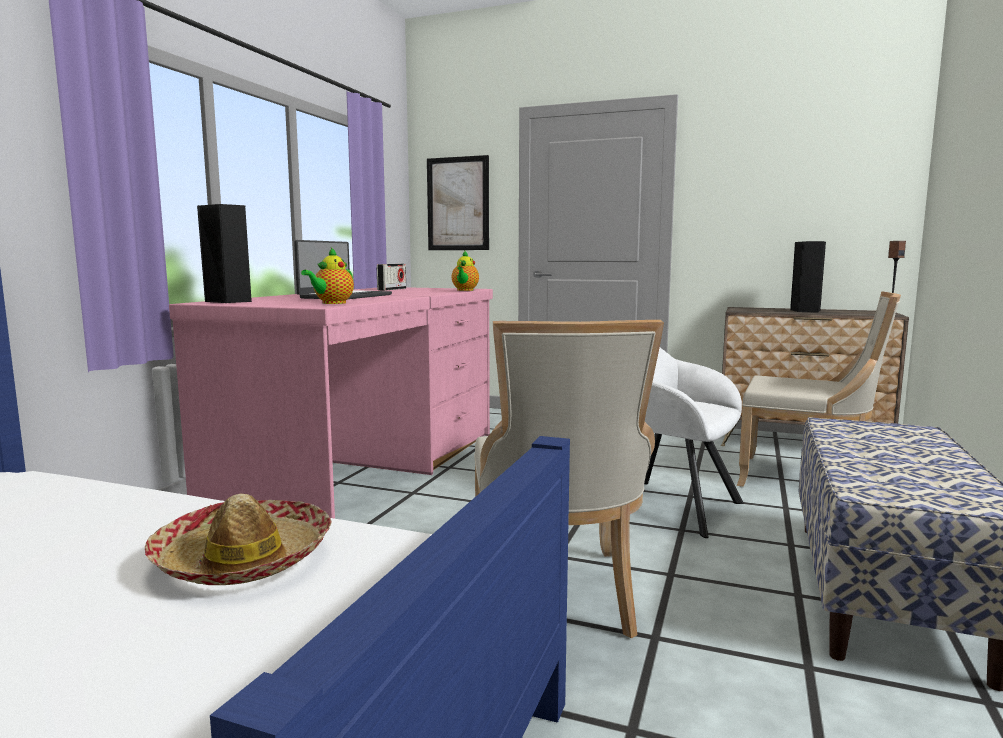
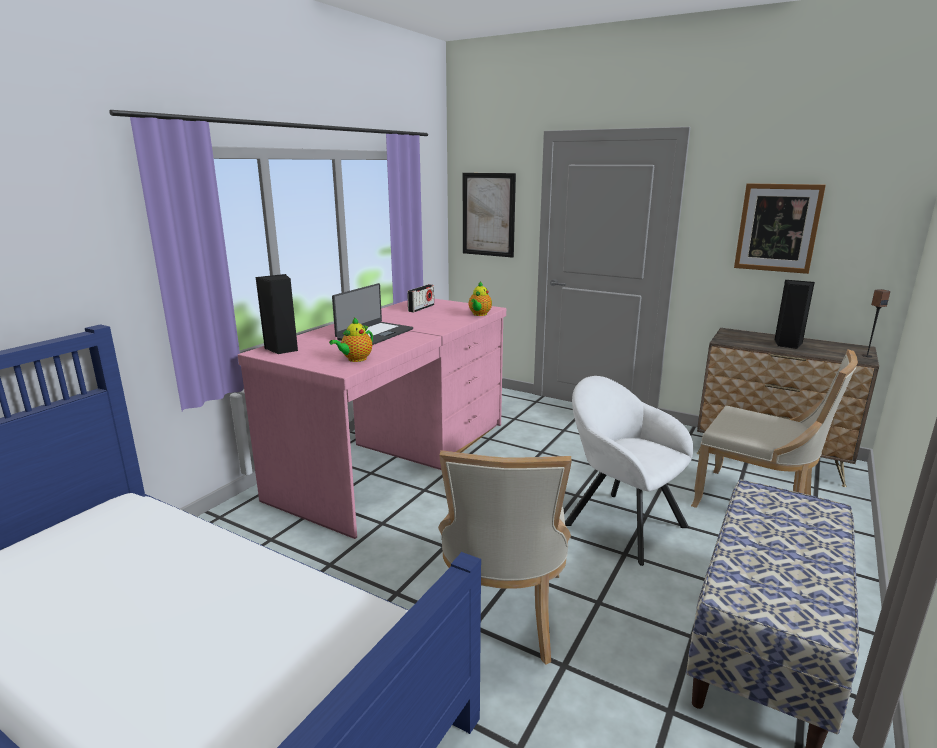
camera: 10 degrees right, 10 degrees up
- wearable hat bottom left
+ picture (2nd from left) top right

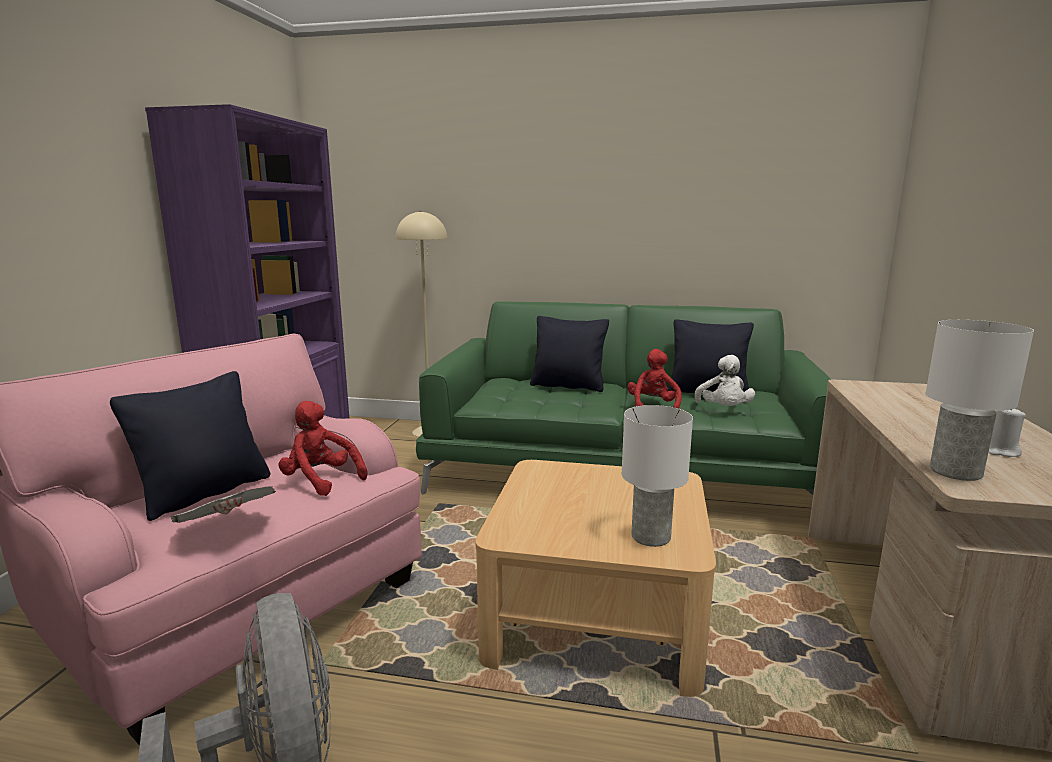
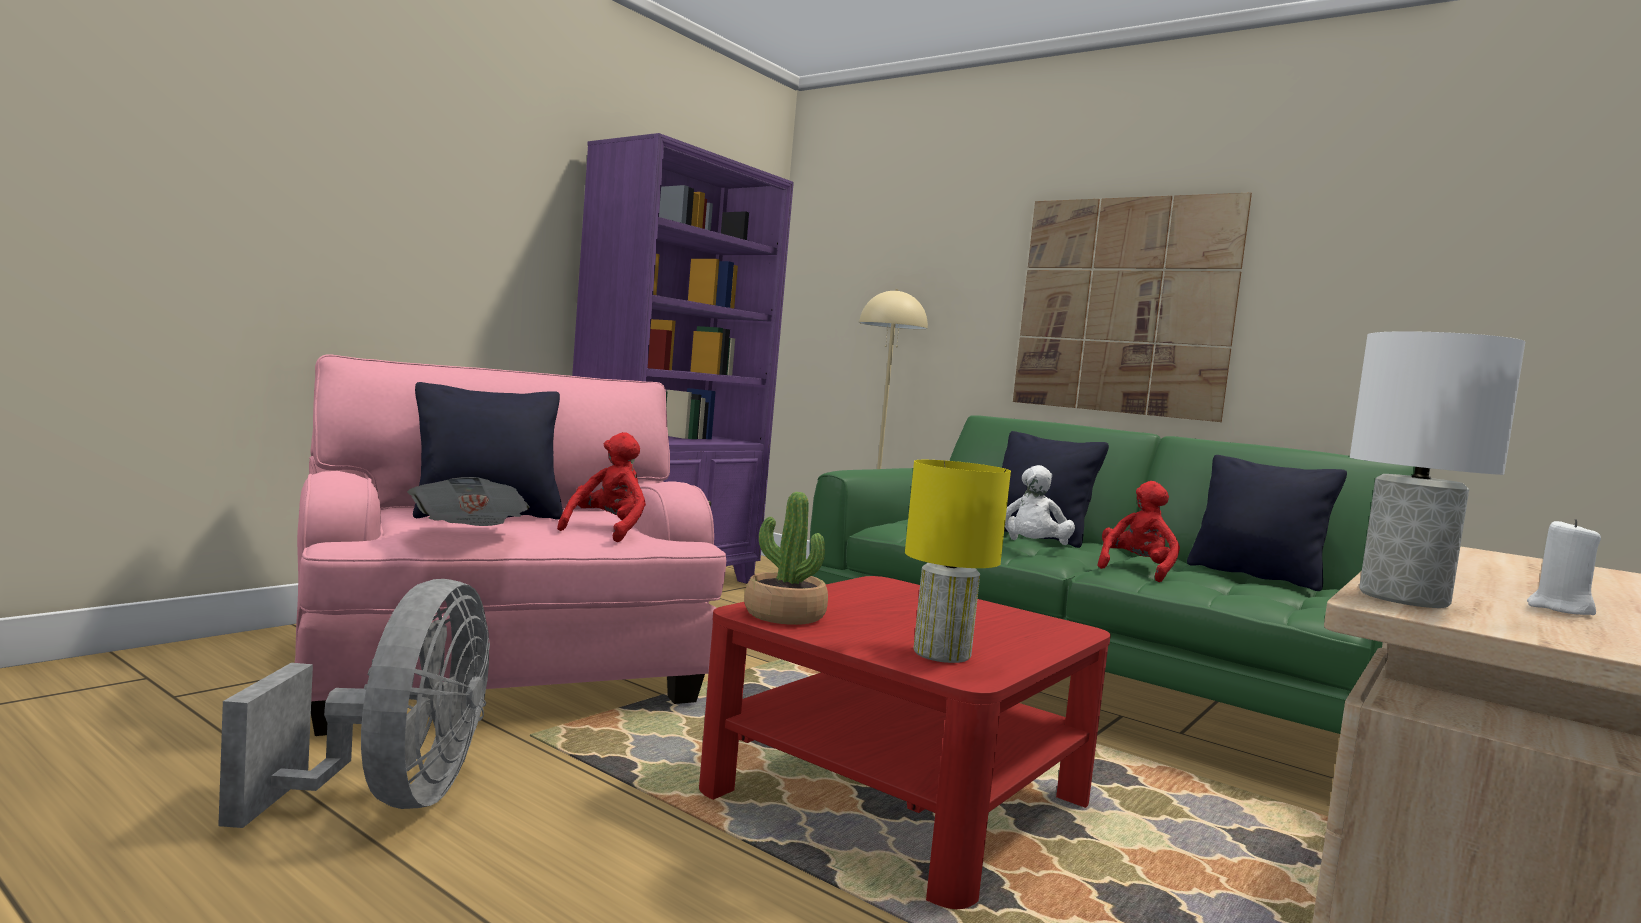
camera: 25 degrees right, 10 degrees down
~ plush toy/white middle right to centre
~ plush toy/reddish (1st from left) middle left = centre 45 degrees clockwise
~ table lamp/white (1st from left) centre to table lamp/yellow-coloured centre
~ low table/sand-coloured bottom centre to low table/reddish bottom centre
+ picture top right
+ plant in a pot centre

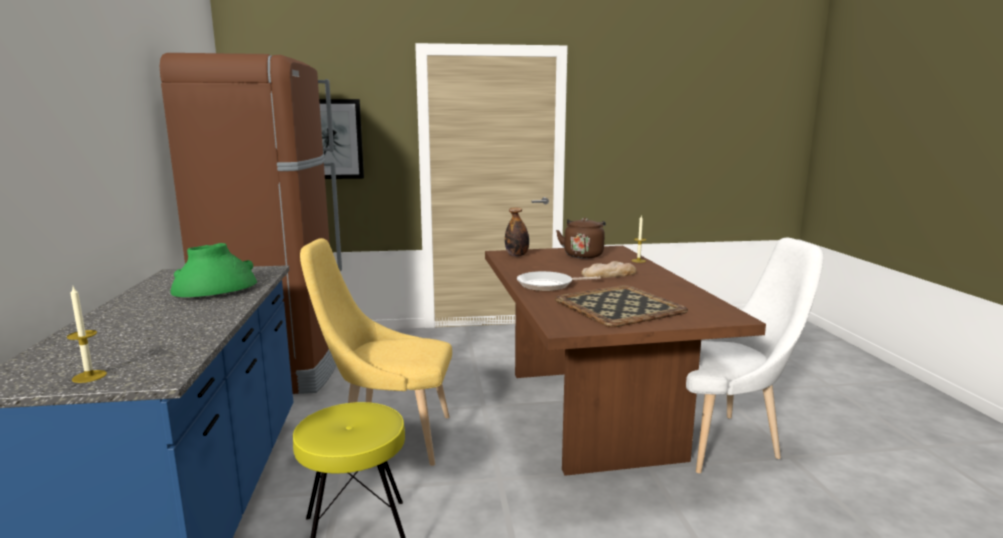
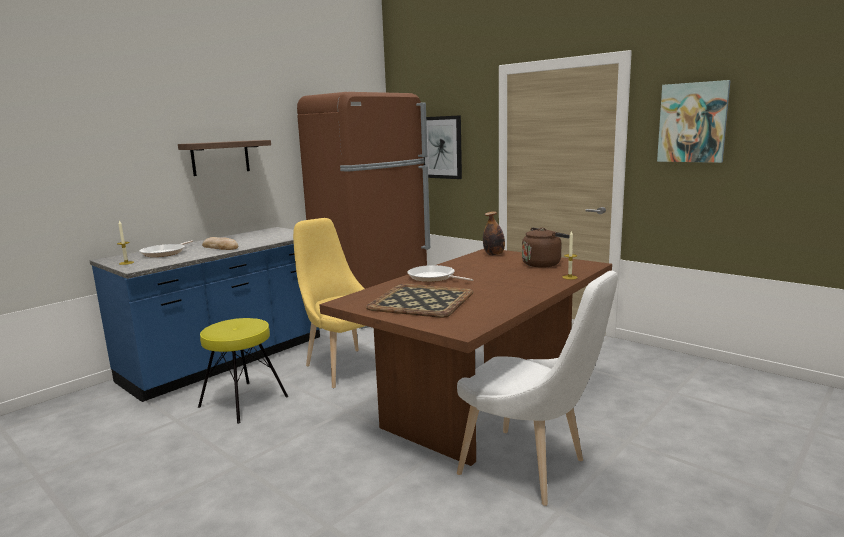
camera: 50 degrees right, 0 degrees up
- flower vase/green-coloured middle left
~ bread centre to middle left
+ picture (2nd from left) top right
+ wall shelf top left
+ frying pan (1st from left) middle left

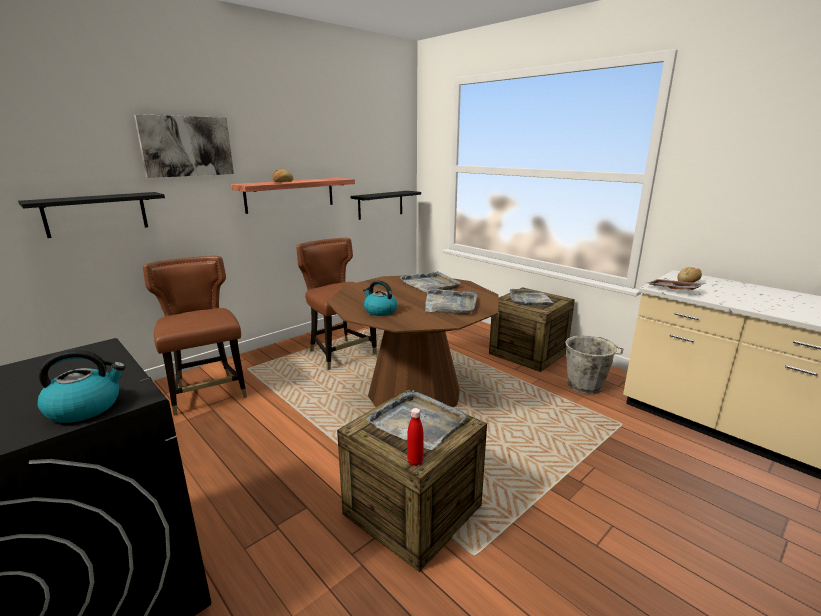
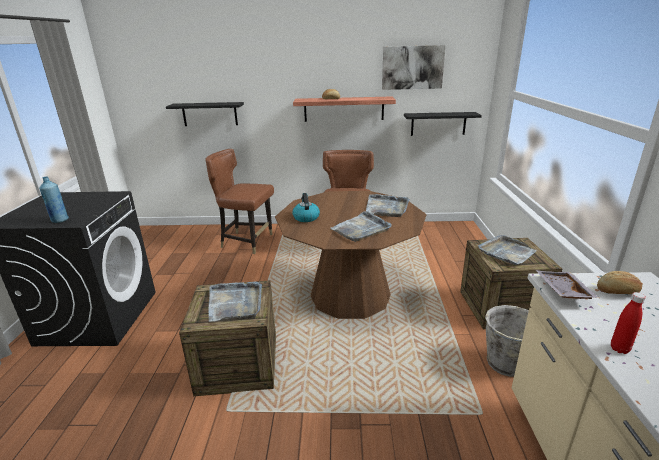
camera: 45 degrees right, 5 degrees up
~ picture top left to top centre
~ upright chair/brown (1st from left) middle left = centre 90 degrees counterclockwise
~ water kettle (1st from left) middle left to beverage bottle/blue middle left
~ beverage bottle/reddish bottom centre to bottom right

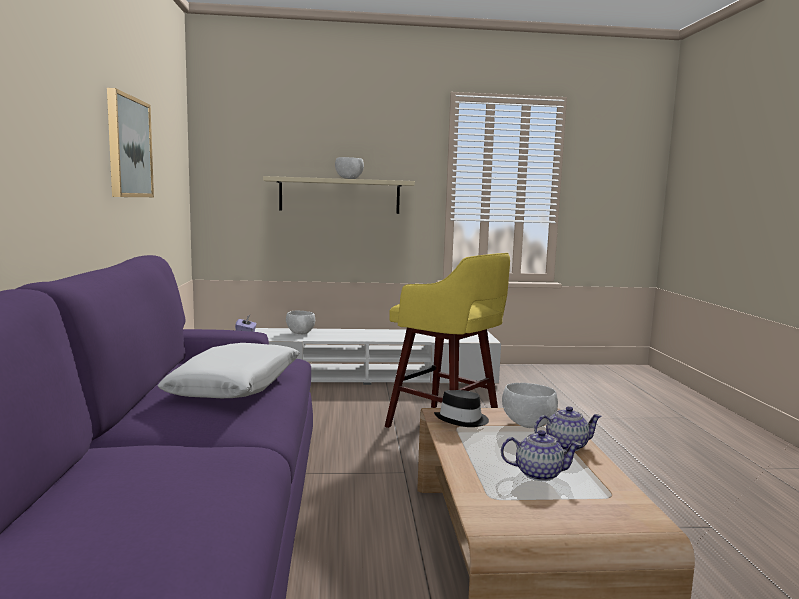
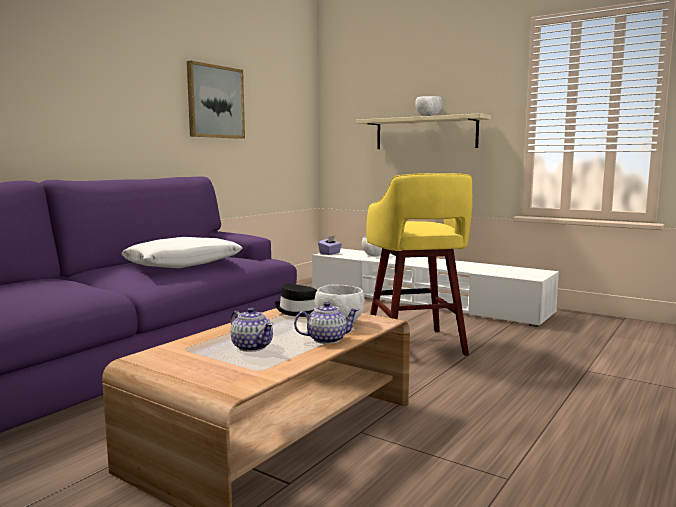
camera: 40 degrees right, 0 degrees up
~ pot for tea (2nd from left) bottom right = centre 45 degrees counterclockwise

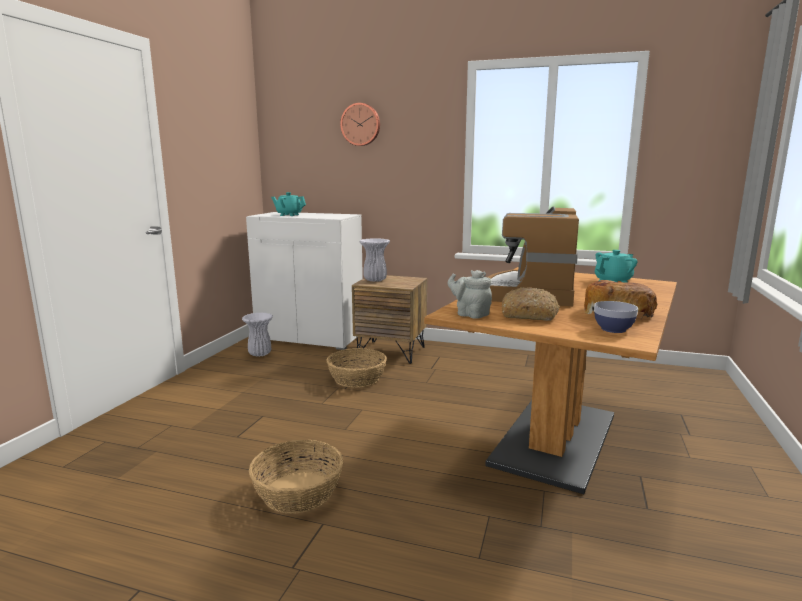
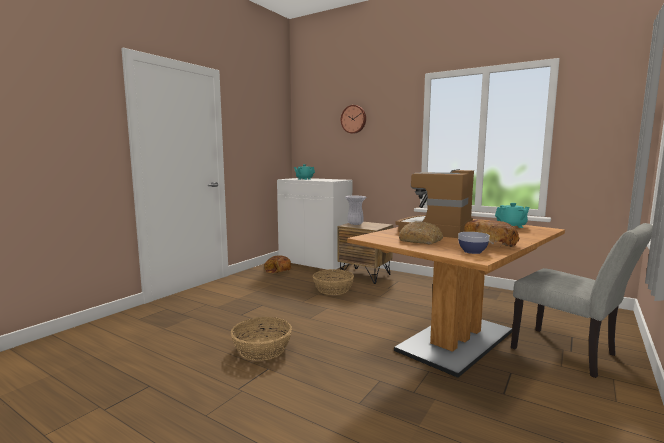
camera: 15 degrees right, 5 degrees down
- pot for tea/greyish centre
~ flower vase/white (1st from left) middle left to bread (1st from left) centre
+ upright chair/greyish bottom right

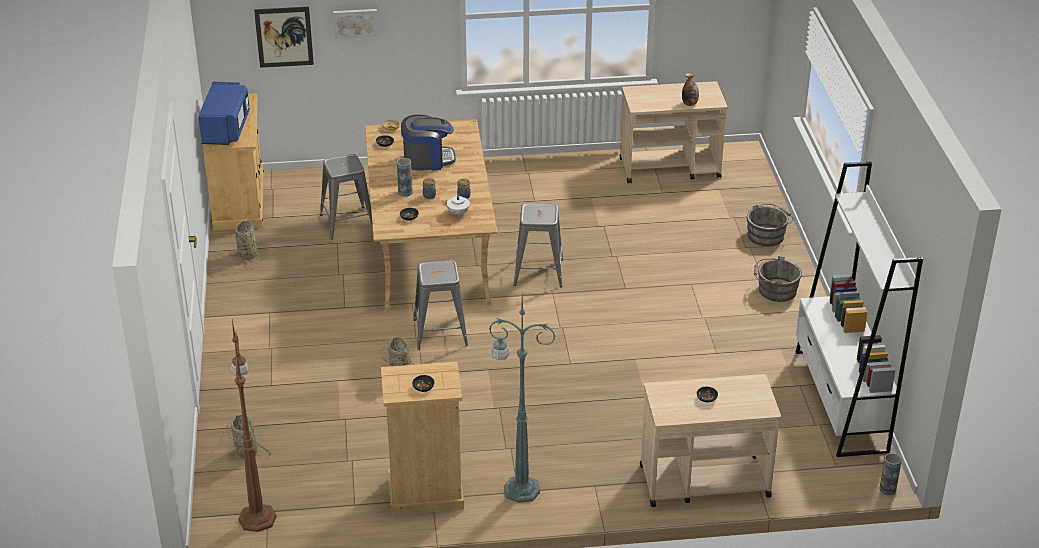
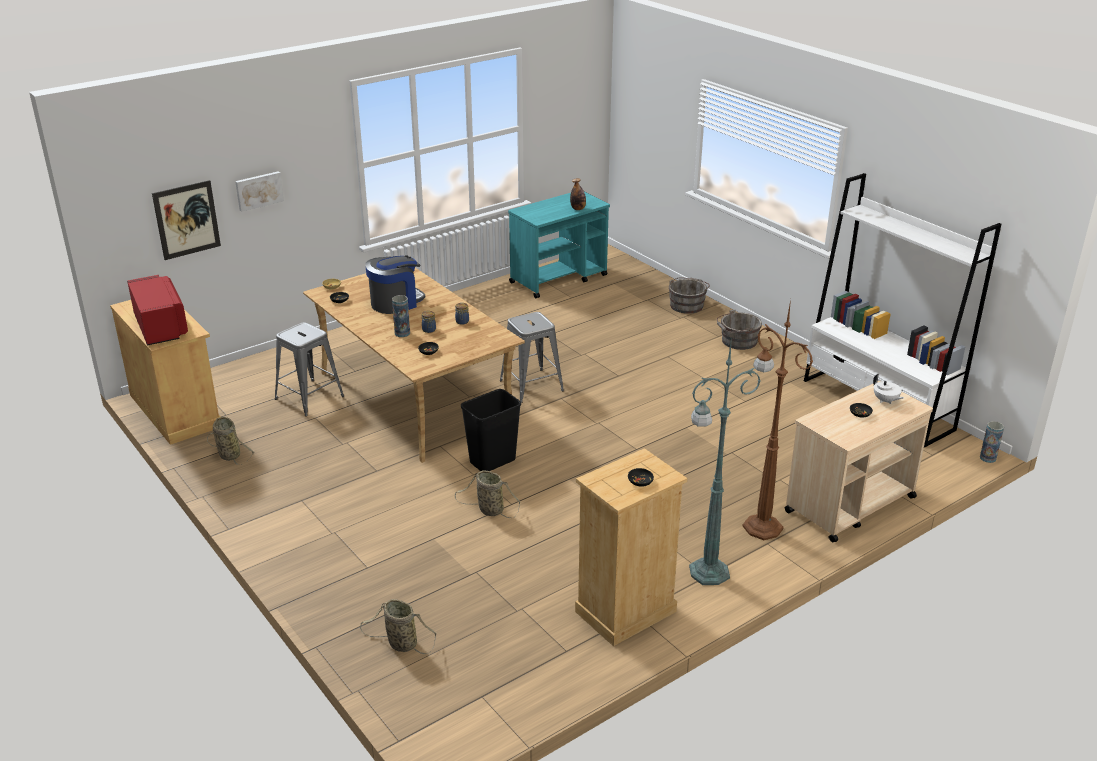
camera: 30 degrees left, 5 degrees down
~ trolley/sand-coloured (1st from left) top centre to trolley/blue-green top centre
~ microwave oven/blue top left to microwave oven/reddish middle left
~ pot for tea/white centre to middle right
~ sitting stool/greyish (2nd from left) centre to trash can/blackish centre
~ floor lamp/brown bottom left to middle right

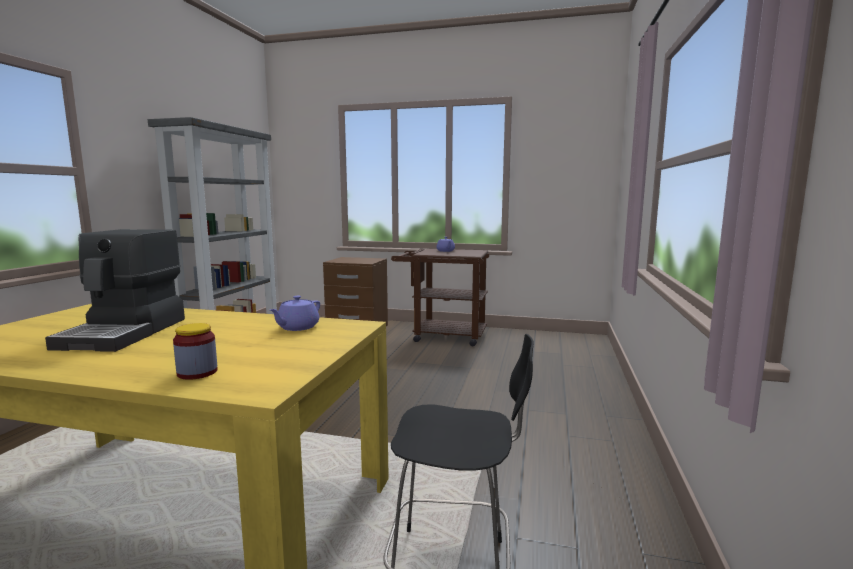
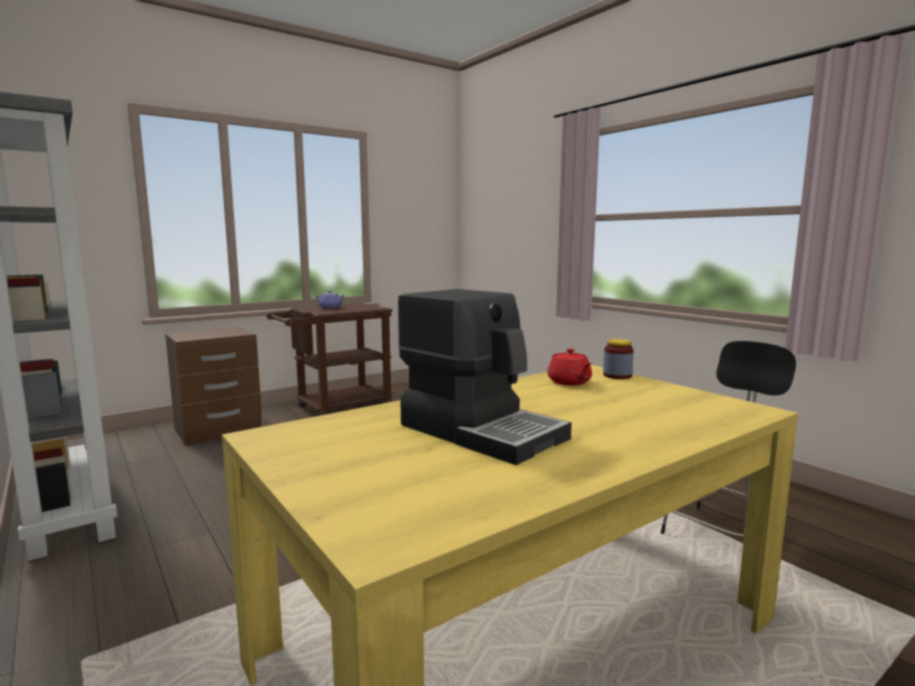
camera: 50 degrees left, 0 degrees up
~ pot for tea/purple (1st from left) centre to pot for tea/reddish centre
~ jar middle left to middle right

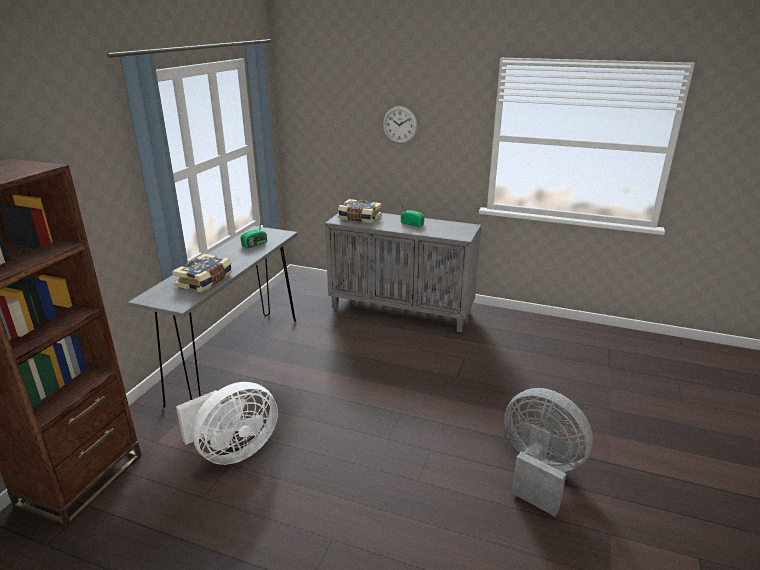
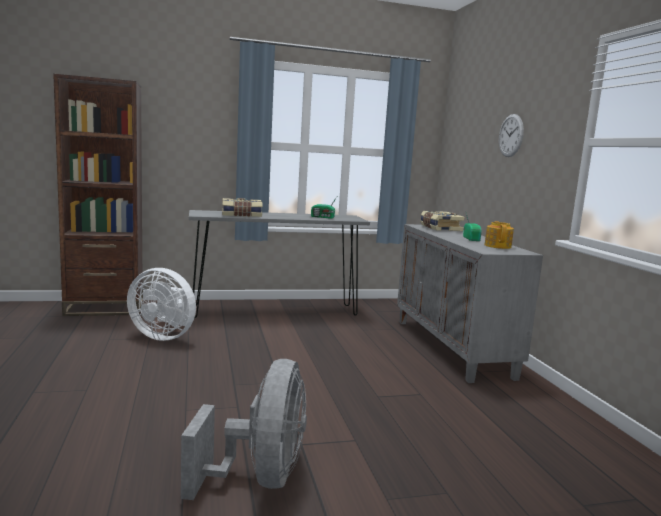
camera: 55 degrees right, 15 degrees down
+ pot for tea middle right

